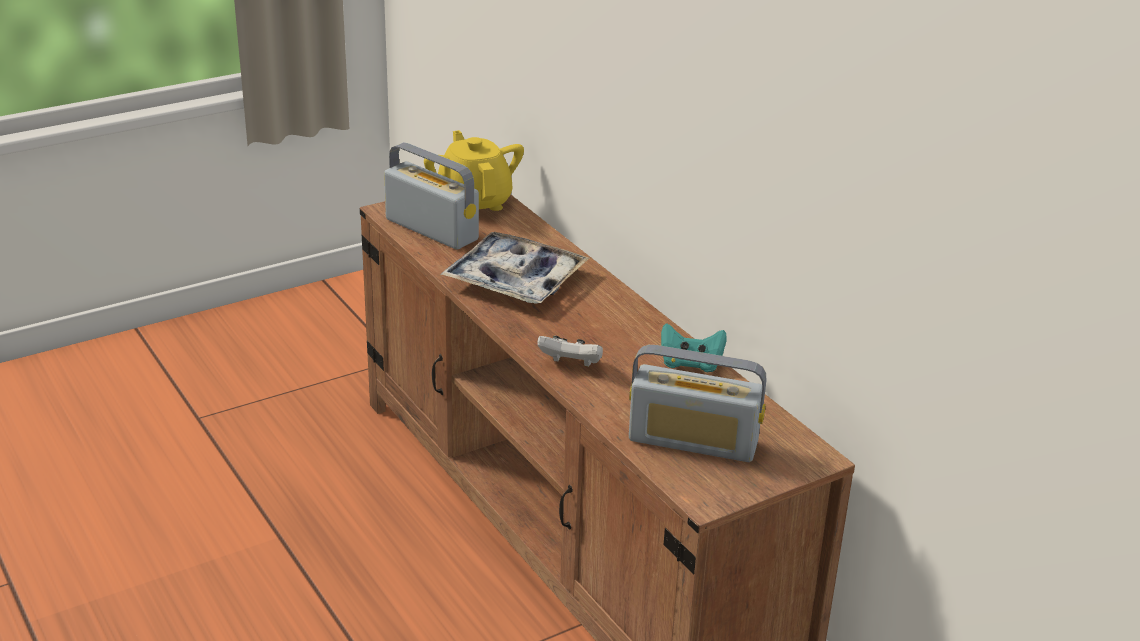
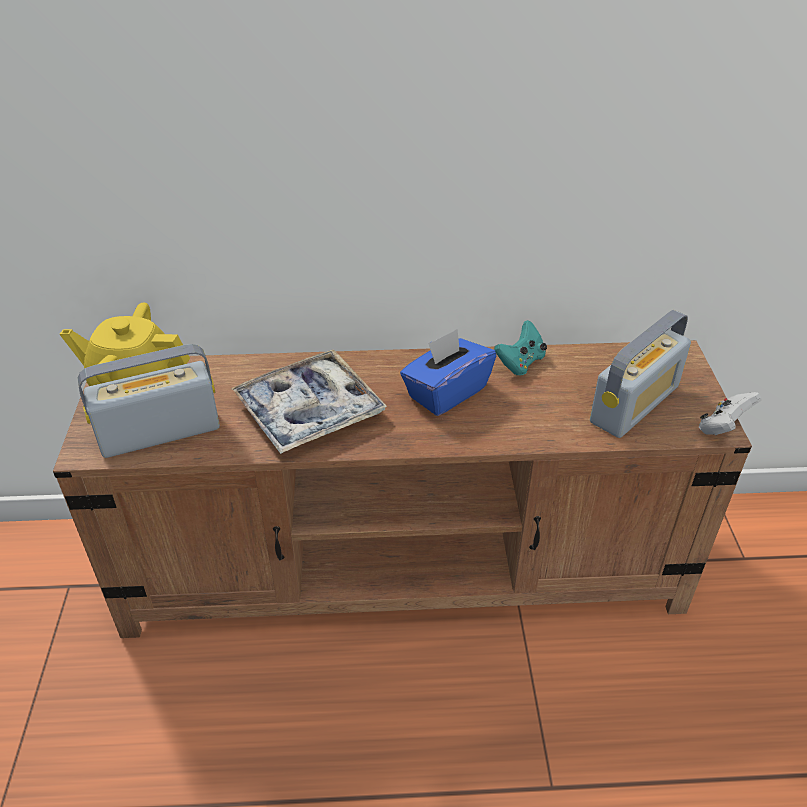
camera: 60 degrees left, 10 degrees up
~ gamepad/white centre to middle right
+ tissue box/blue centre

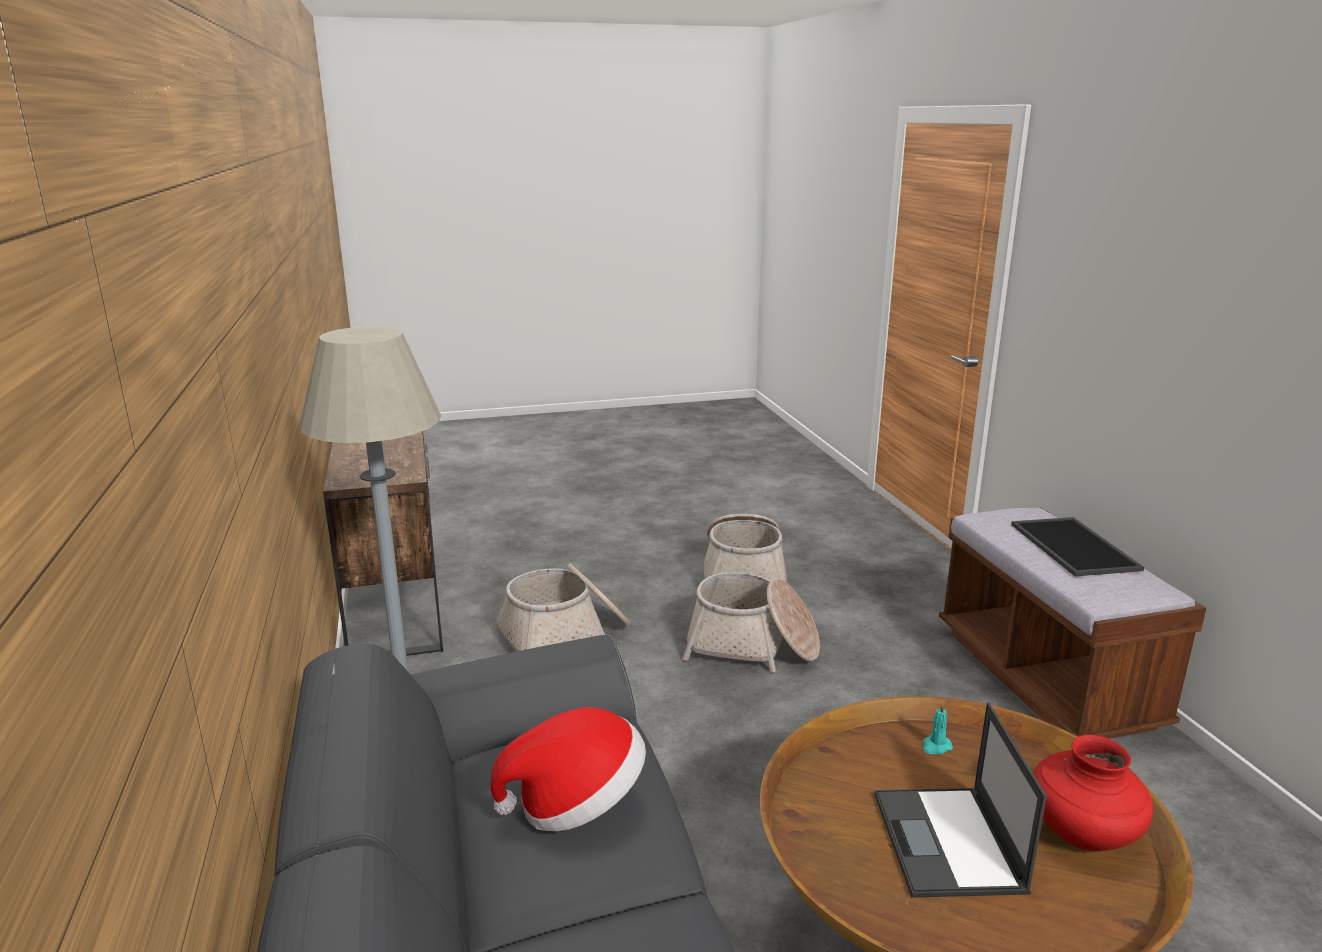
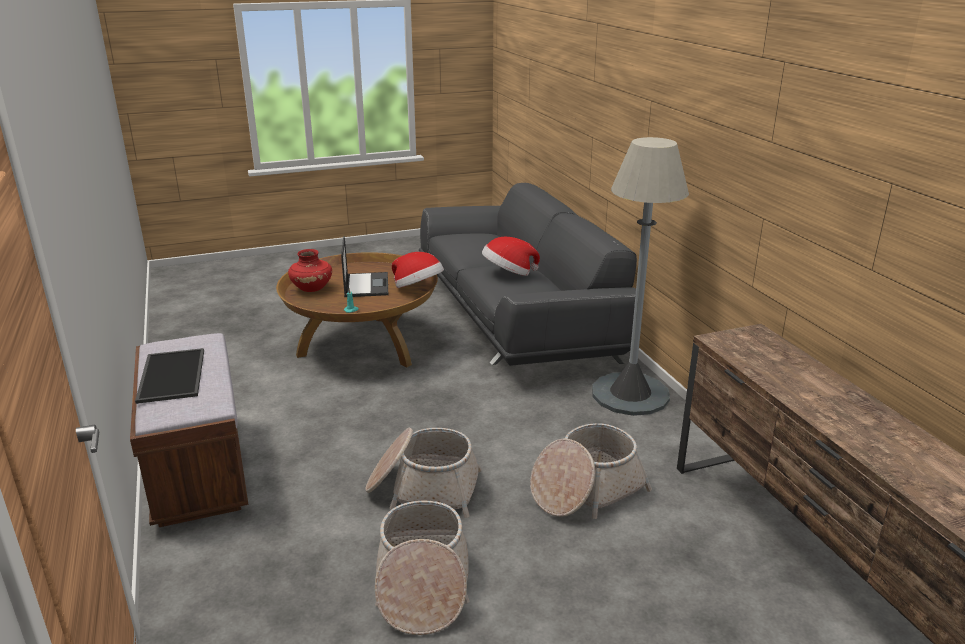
camera: 175 degrees right, 5 degrees up
+ wearable hat (1st from left) centre

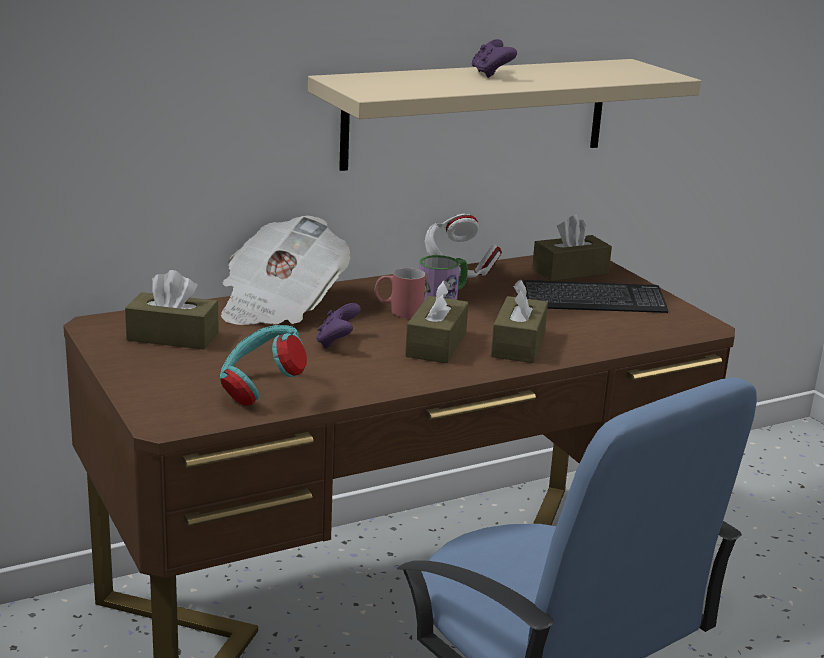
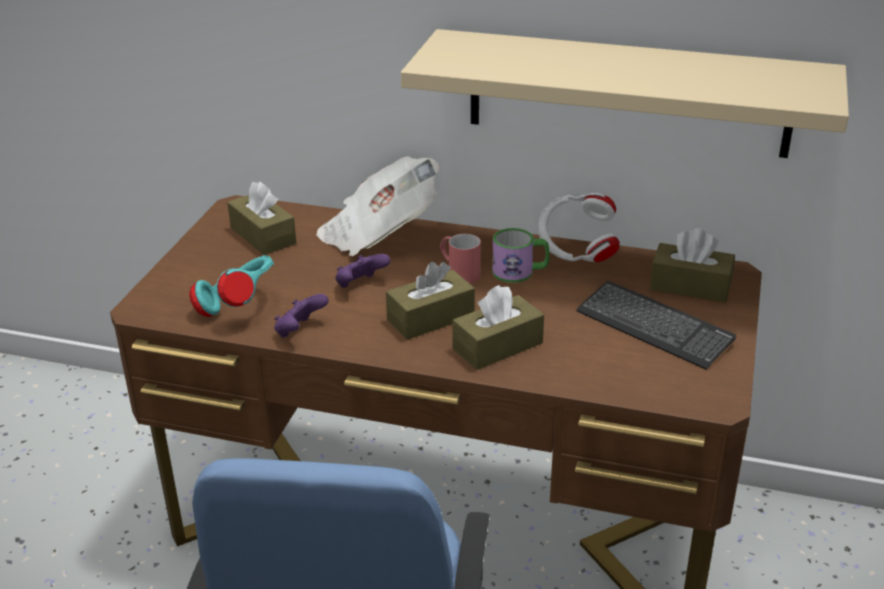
camera: 45 degrees right, 10 degrees up
~ gamepad/purple (2nd from left in the first image) top centre to gamepad/purple (1st from left) centre

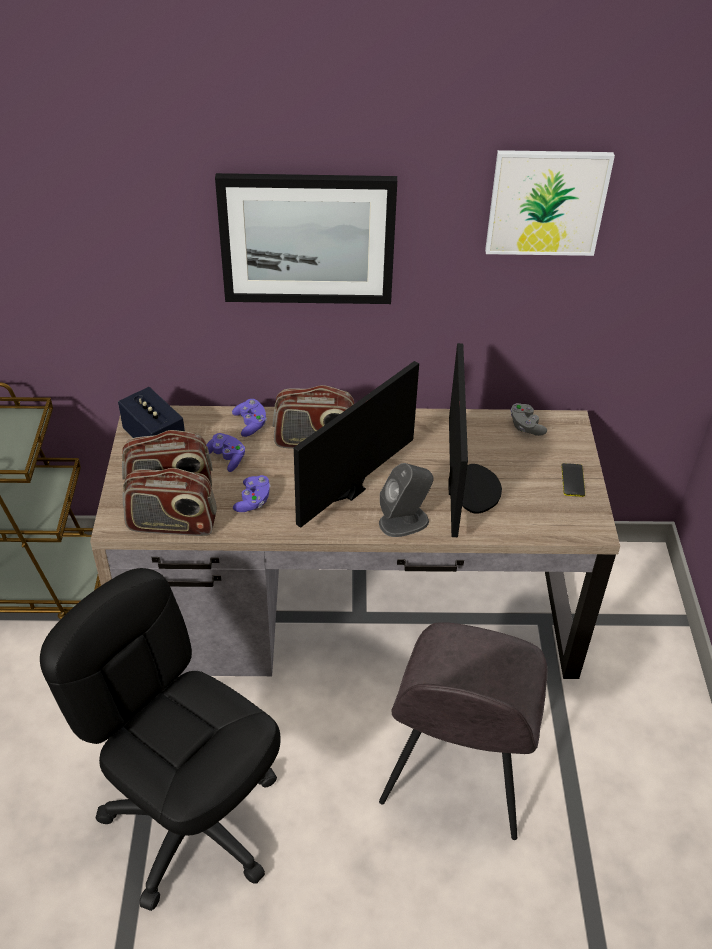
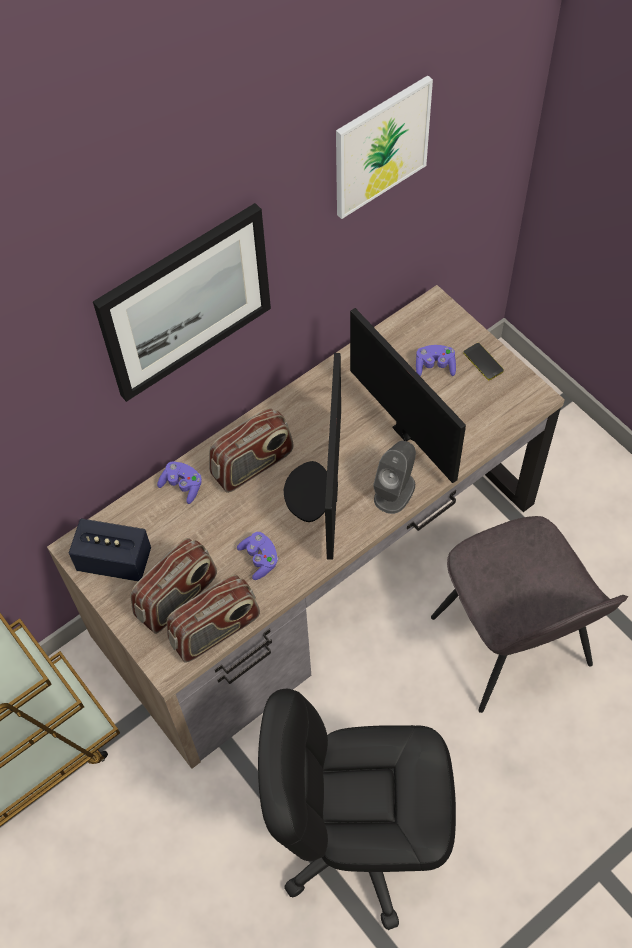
camera: 35 degrees left, 15 degrees up
- gamepad/greyish middle right
~ gamepad/purple (1st from left in the first image) middle left to gamepad/purple (3rd from left) middle right

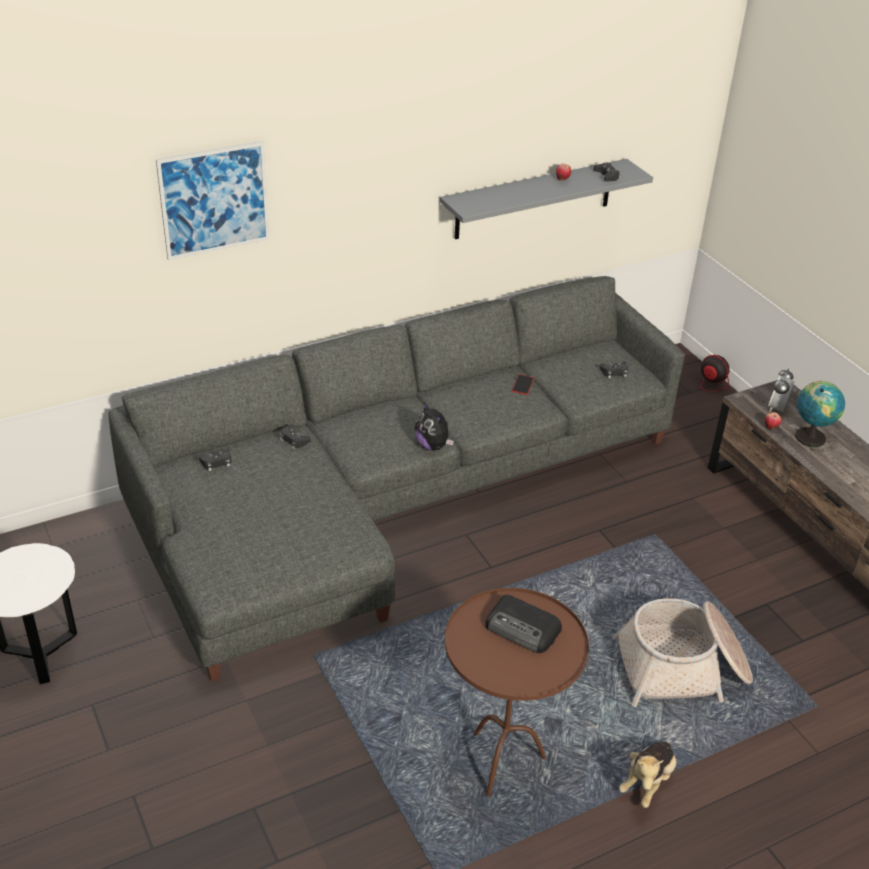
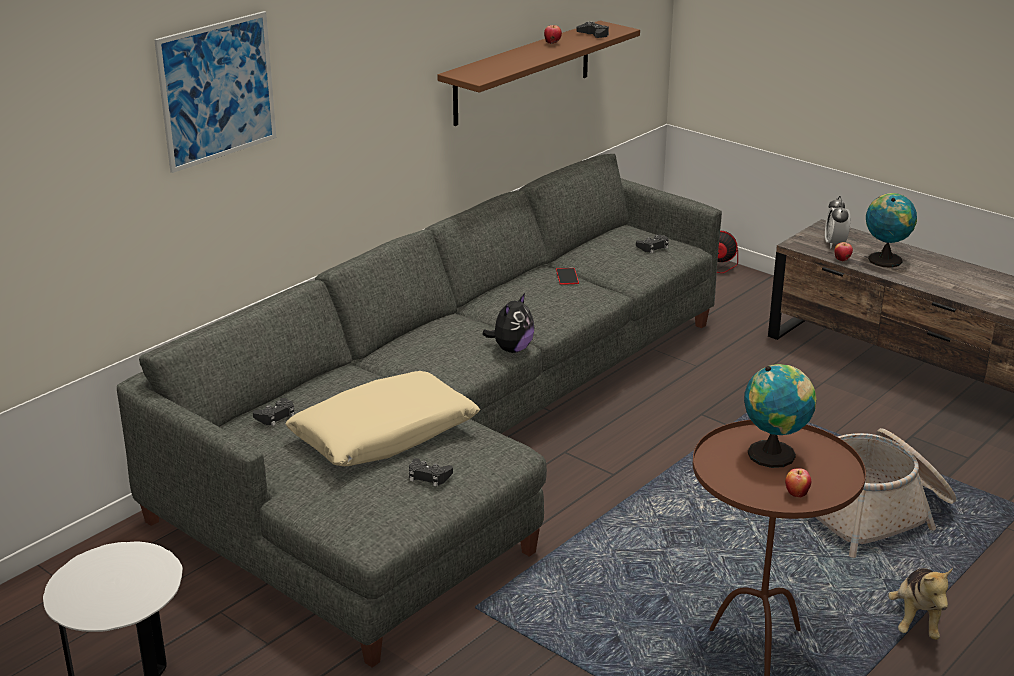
camera: 20 degrees left, 10 degrees down
~ wall shelf/greyish top centre to wall shelf/brown top centre
~ plush toy (1st from left) centre = centre 90 degrees counterclockwise
~ gamepad/blackish (2nd from left) centre to bottom centre
~ radio bottom centre to globe (1st from left) middle right
+ pillow/sand-coloured centre
+ apple (2nd from left) bottom right

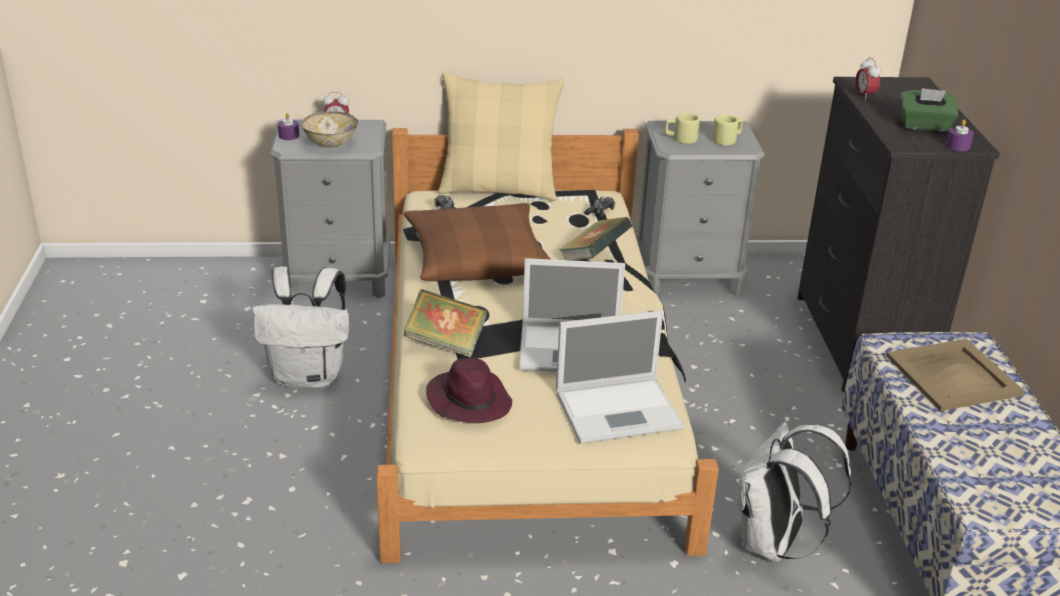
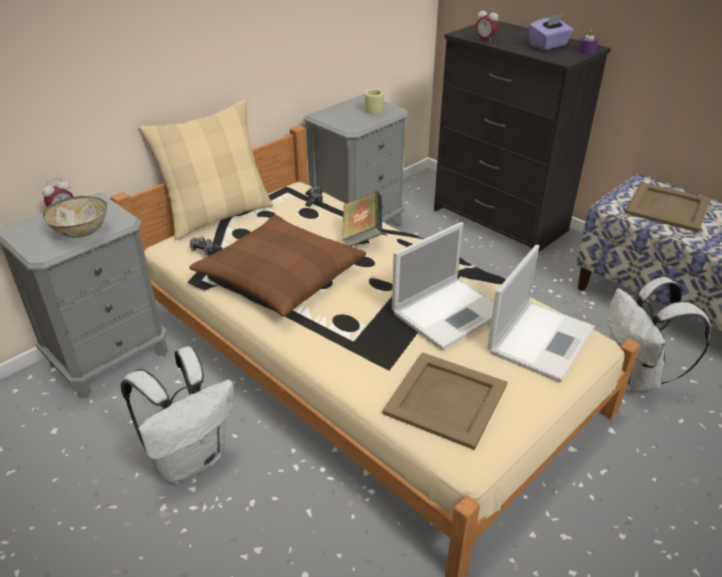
camera: 40 degrees left, 5 degrees up
~ tissue box/green-coloured top right to tissue box/purple top right
- wax candle/purple (1st from left) top left
- coffee mug/sand-coloured (1st from left) top centre
- book (1st from left) centre
~ wearable hat/purple centre to serving tray/sand-coloured (1st from left) bottom centre

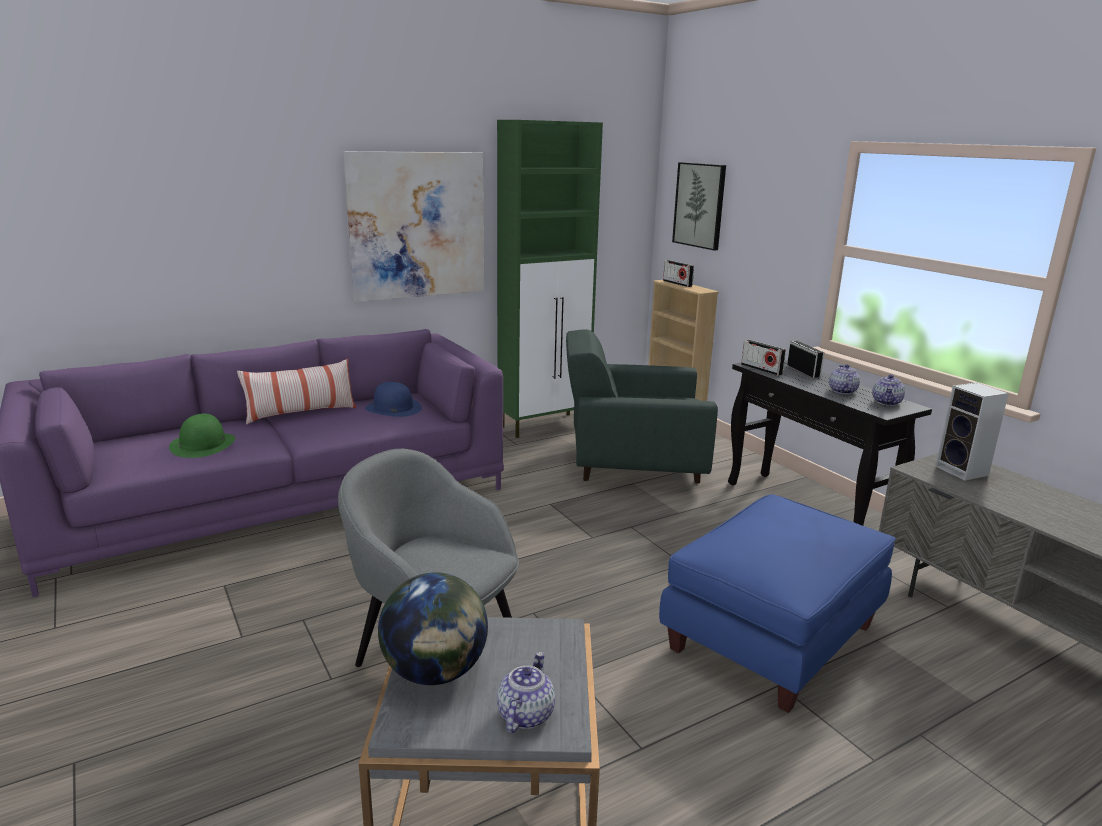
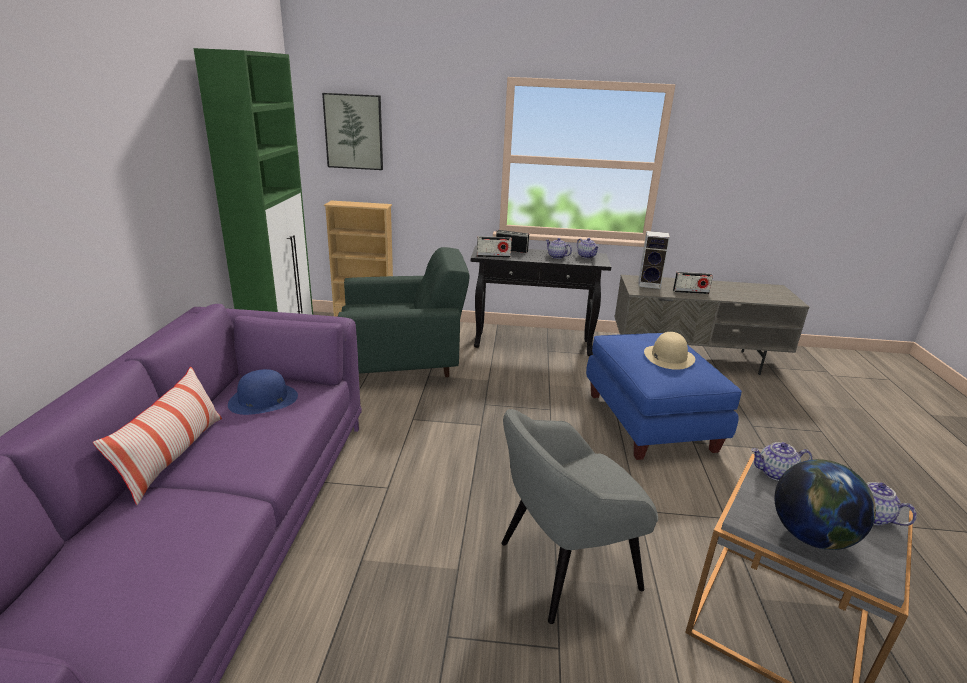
camera: 55 degrees left, 5 degrees up
- picture (1st from left) top centre
~ radio (1st from left in the first image) top centre to radio (3rd from left) middle right
~ armchair/green-coloured centre = centre 135 degrees counterclockwise
- wearable hat/green-coloured middle left
+ wearable hat/sand-coloured middle right
+ pot for tea (3rd from left) bottom right

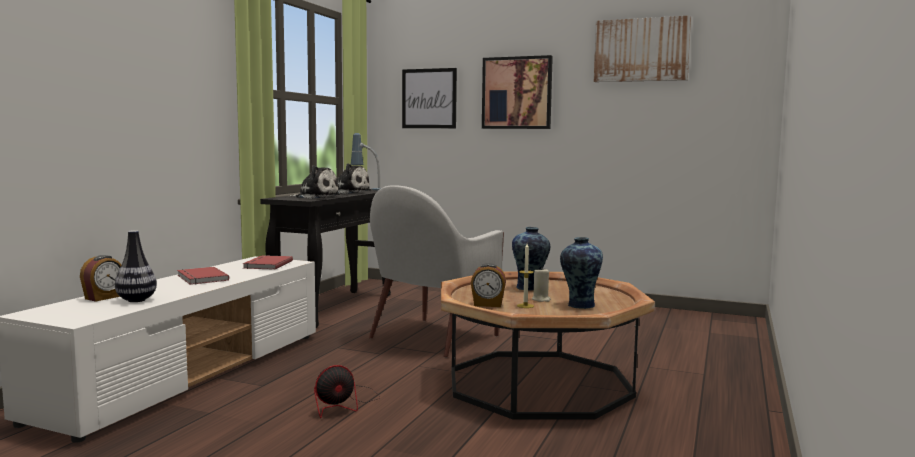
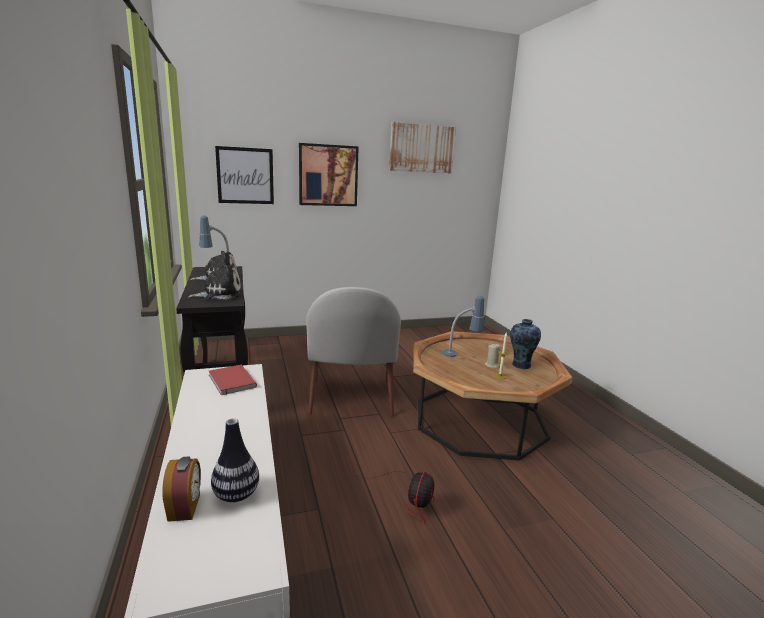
camera: 40 degrees left, 10 degrees up
~ flower vase (2nd from left) centre to table lamp (2nd from left) centre
- table clock (2nd from left) centre
- book/reddish (1st from left) middle left

